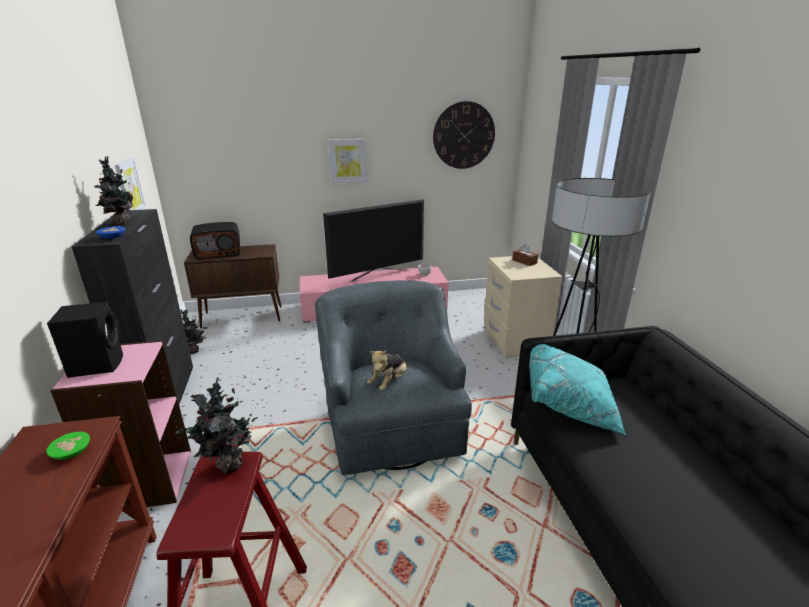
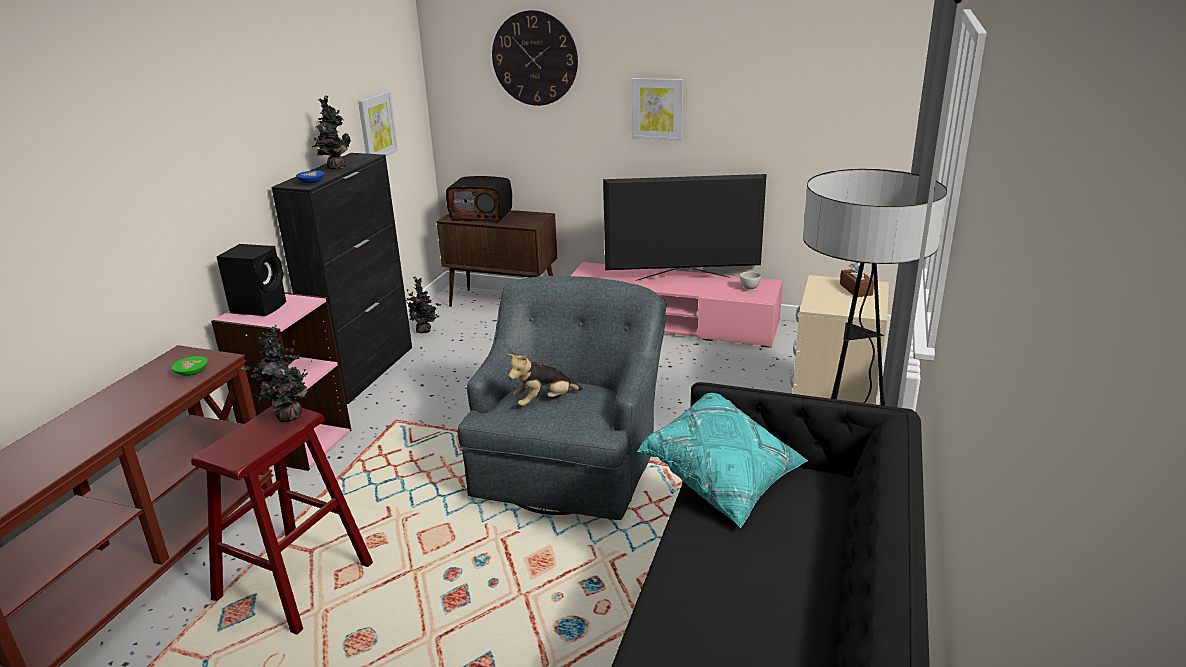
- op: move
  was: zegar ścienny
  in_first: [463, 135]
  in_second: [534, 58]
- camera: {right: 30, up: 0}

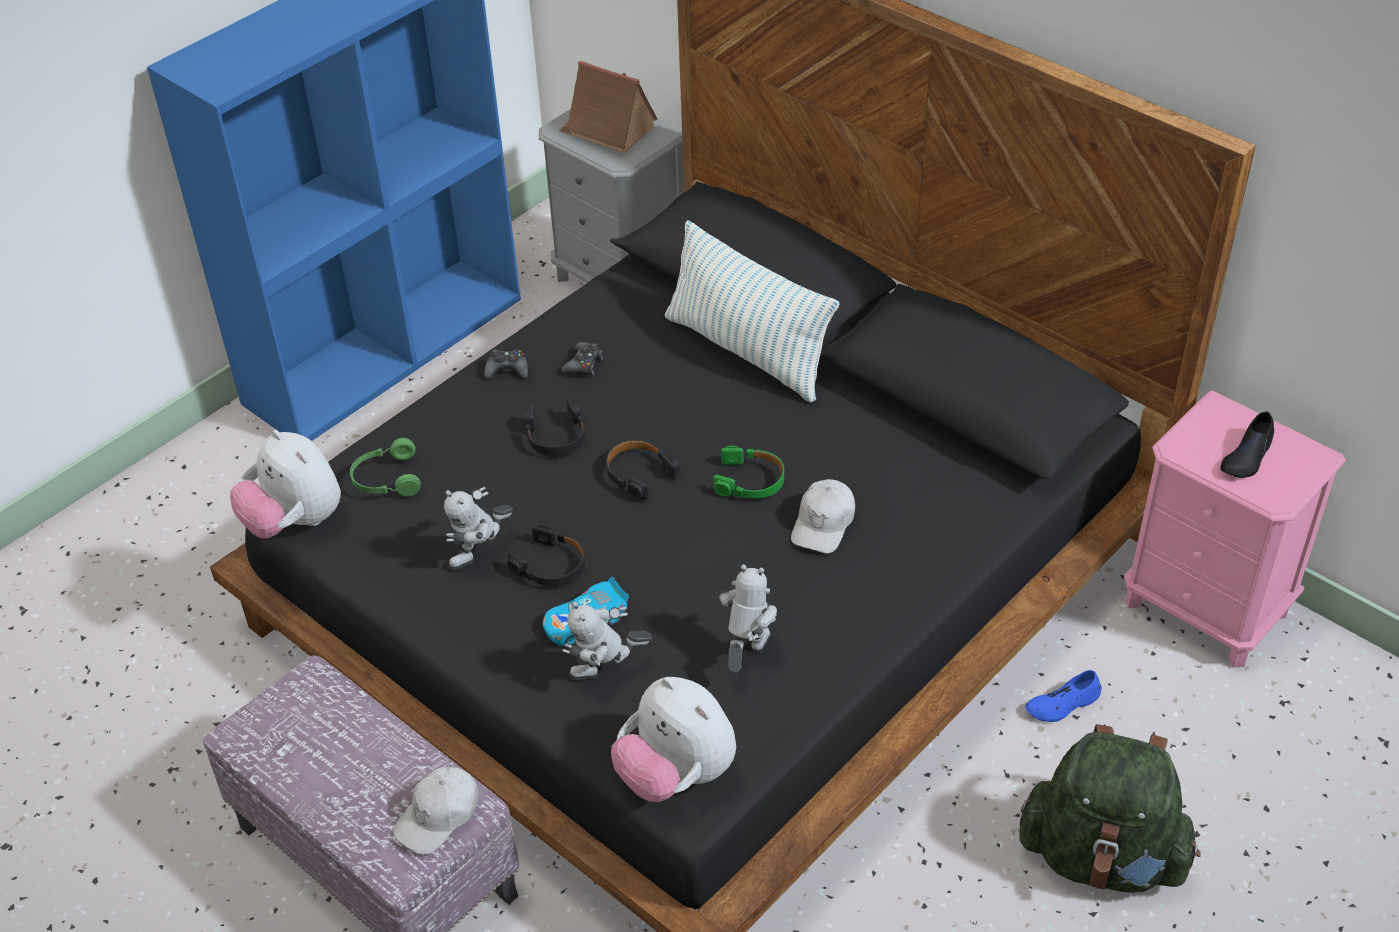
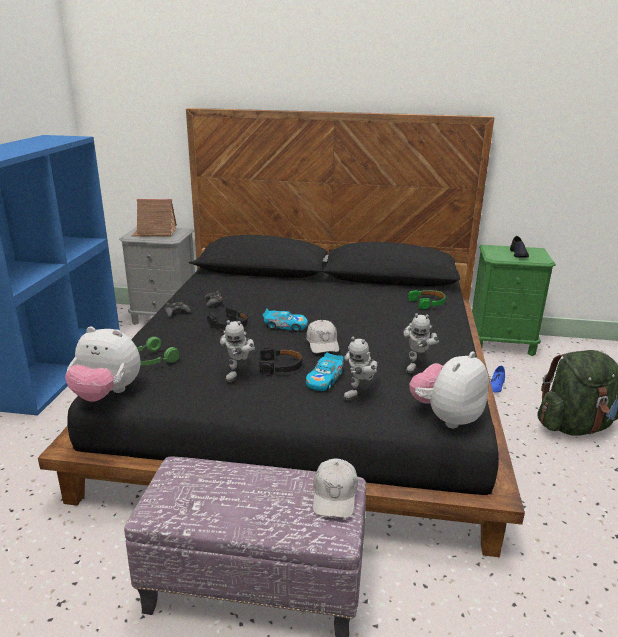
- op: replace
  was: słuchawki/czarny
  now: samochodzik
  in_first: [639, 473]
  in_second: [285, 326]
- op: move
  was: czapka z daszkiem/biały
  in_first: [823, 524]
  in_second: [322, 343]
- op: rotate
  was: robot zabawkowy
  in_first: [746, 656]
  in_second: [416, 366]
  clockwise: -150
- op: move
  was: słuchawki/zielony
  in_first: [750, 481]
  in_second: [427, 303]
- op: rotate
  was: pluszak
  in_first: [676, 775]
  in_second: [446, 417]
  clockwise: 120
- op: recolor
  was: szafka nocna/różowy
  now: szafka nocna/zielony
  in_first: [1206, 608]
  in_second: [502, 344]
- op: delete
  was: poduszka
  in_first: [747, 351]
- camera: {right: -35, up: -20}

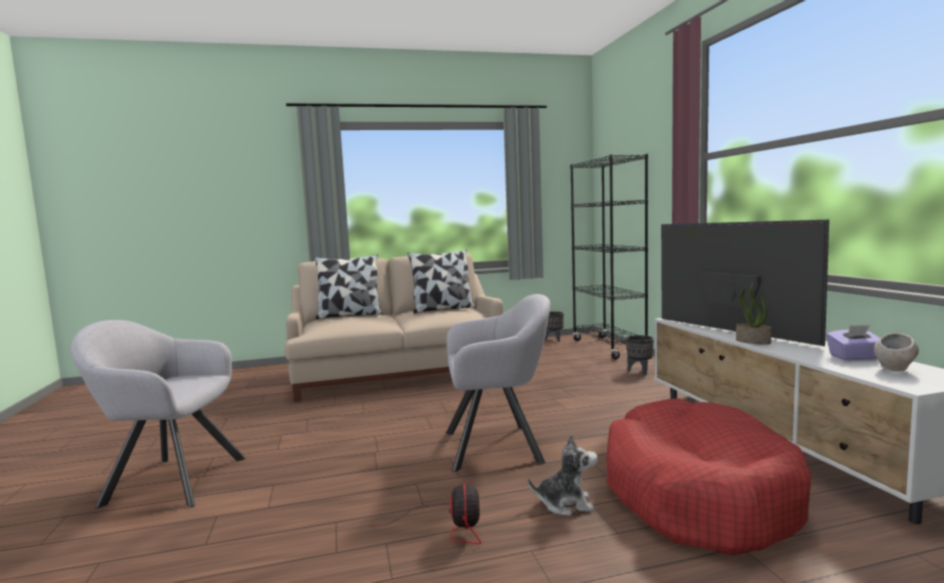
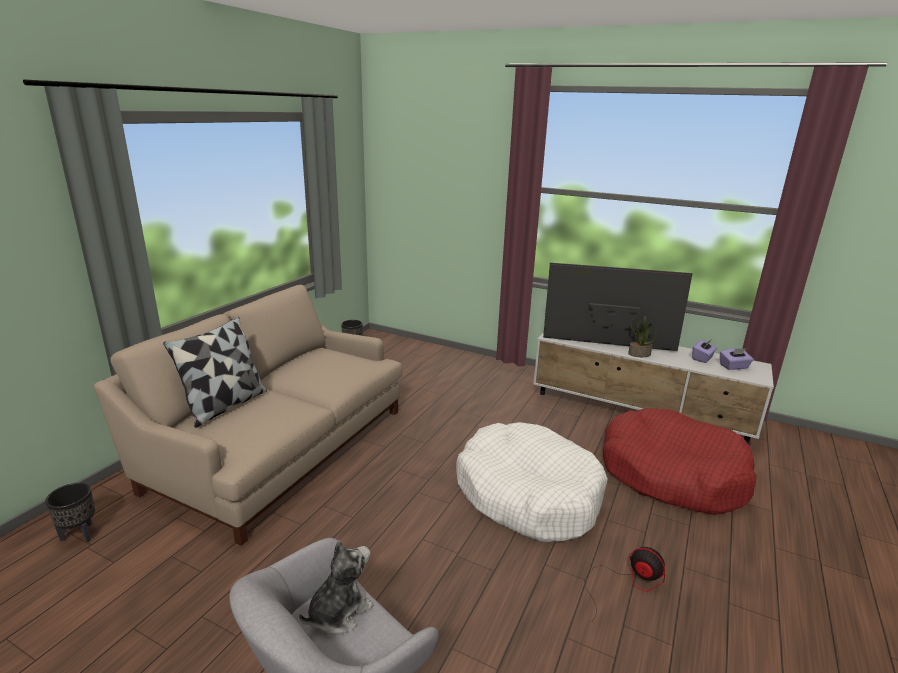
- op: move
  was: donica/czarny
  in_first: [639, 372]
  in_second: [79, 535]
- op: move
  was: pluszak
  in_first: [565, 504]
  in_second: [339, 612]
- op: replace
  was: fotel/szary
  now: legowisko/biały
  in_first: [499, 446]
  in_second: [527, 494]
- op: replace
  was: miska/szary
  now: pudełko chusteczek/fioletowy
  in_first: [894, 371]
  in_second: [734, 367]
- op: delete
  was: poduszka
  in_first: [442, 309]
- op: delete
  was: regał/czarny
  in_first: [608, 348]
- camera: {right: -50, up: 15}

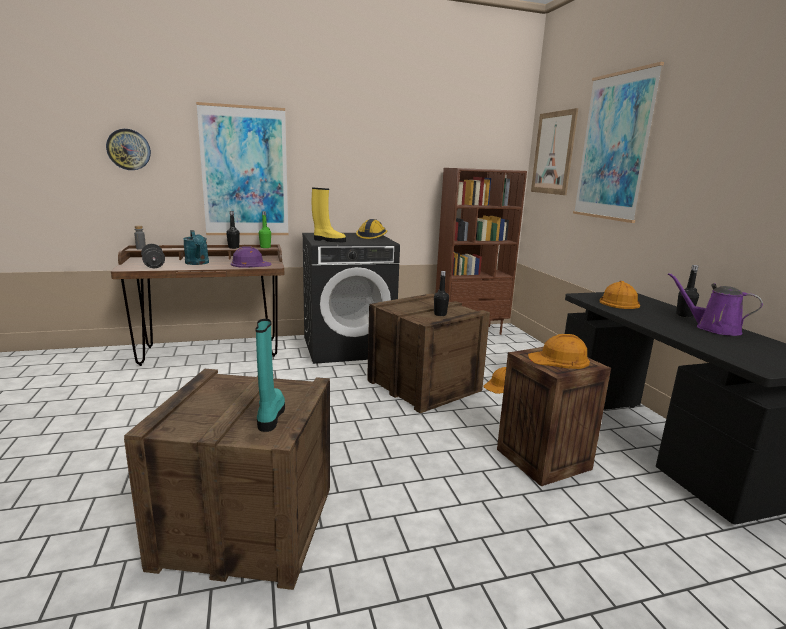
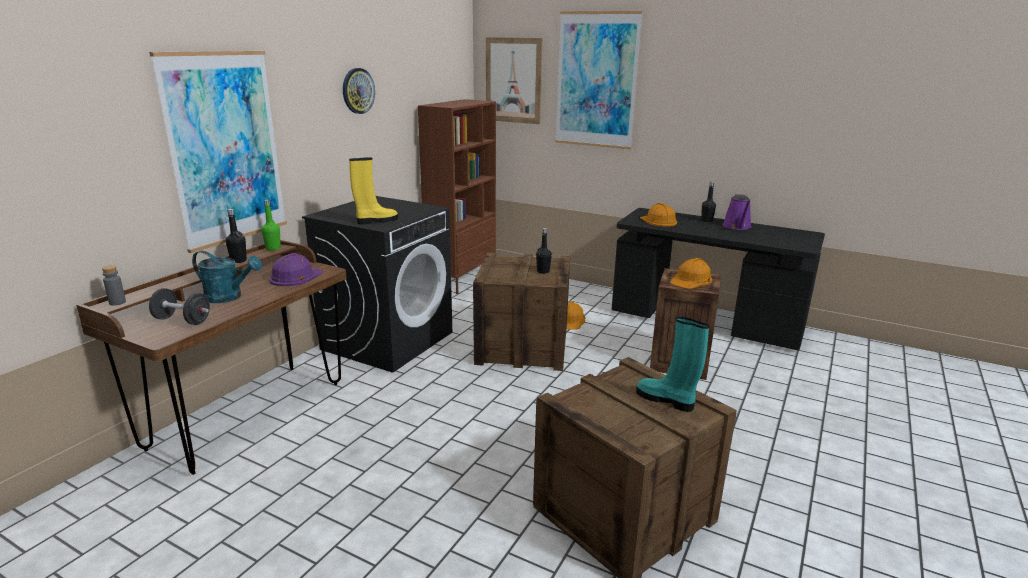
- op: move
  was: zegar ścienny
  in_first: [129, 149]
  in_second: [358, 91]
- op: rotate
  was: konewka/fioletowy
  in_first: [713, 328]
  in_second: [737, 227]
  clockwise: -75
- op: delete
  was: kask
  in_first: [372, 236]
- camera: {right: -45, up: 5}

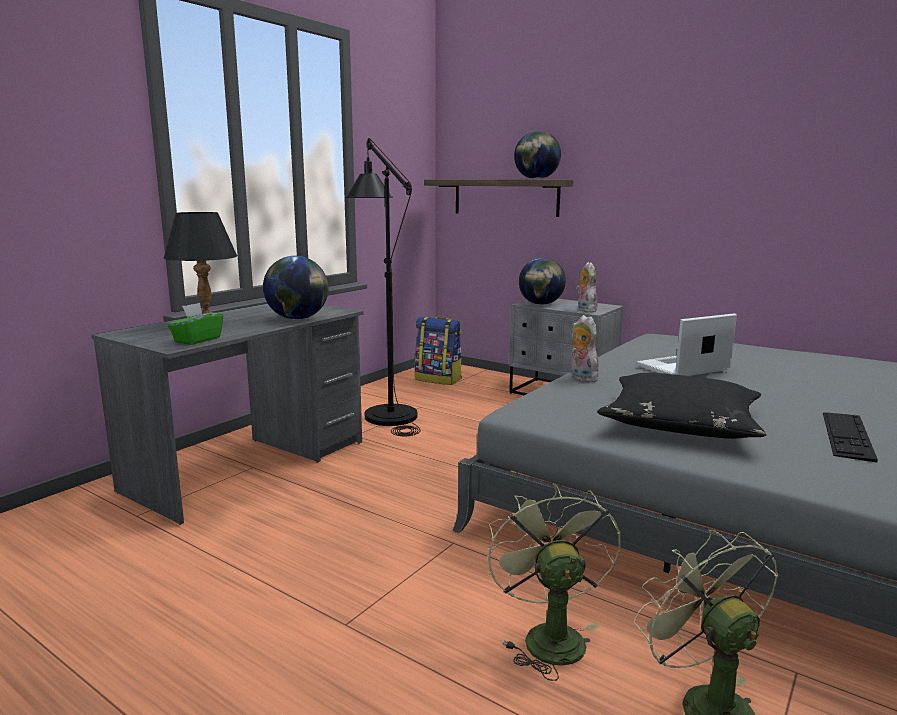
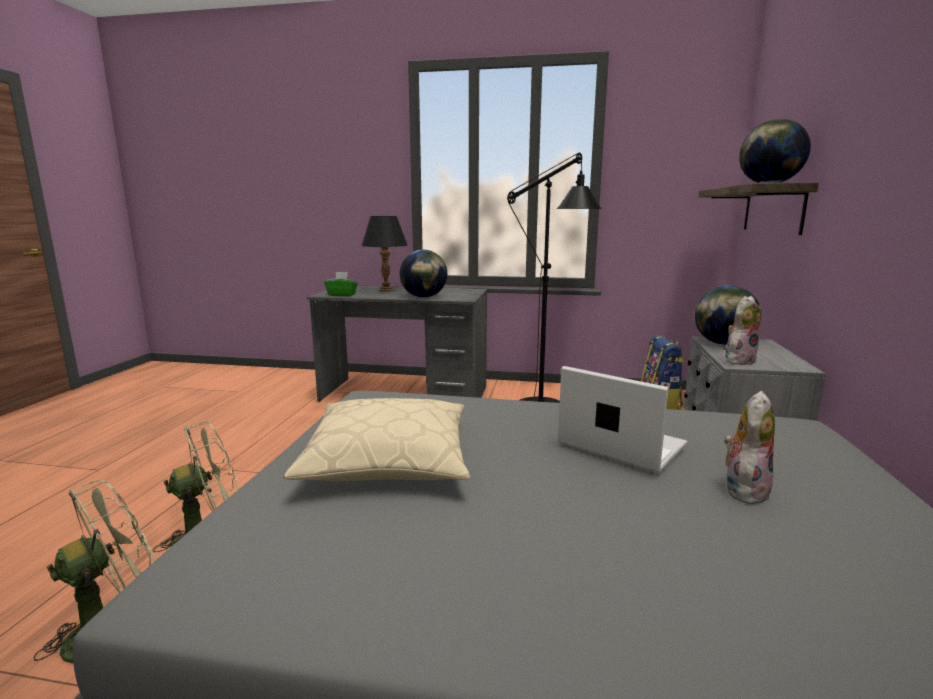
- op: recolor
  was: poduszka/czarny
  now: poduszka/beżowy
  in_first: [681, 423]
  in_second: [389, 459]
- op: move
  was: pluszak
  in_first: [581, 378]
  in_second: [743, 489]
- op: delete
  was: klawiatura
  in_first: [847, 435]
- camera: {right: 65, up: 0}

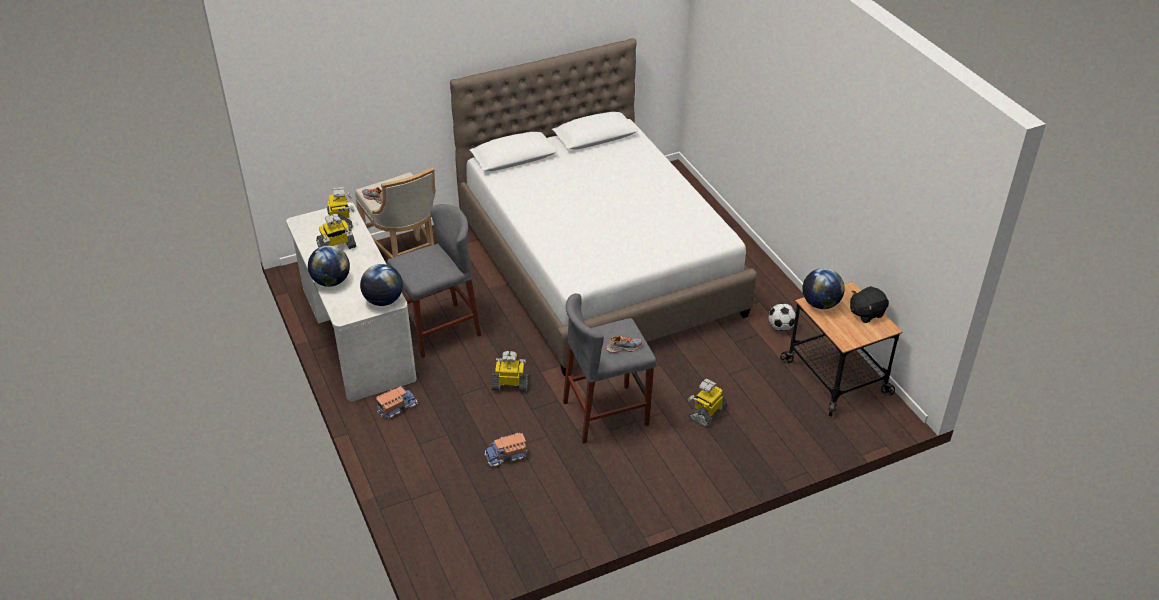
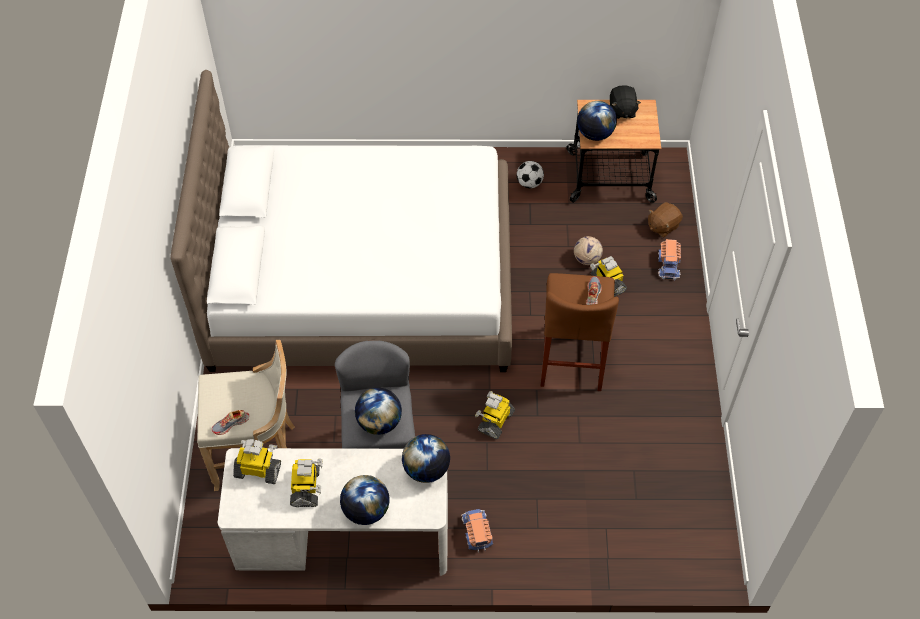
- op: insert
  now: globus
  in_second: [379, 422]
- op: recolor
  was: stołek/szary
  now: stołek/brązowy
  in_first: [606, 413]
  in_second: [572, 358]
- op: insert
  now: piłka futbolowa
  in_second: [586, 259]
- op: insert
  now: pluszak/brązowy
  in_second: [662, 226]
- op: move
  was: ciężarówka zabawkowa
  in_first: [506, 456]
  in_second: [669, 265]
- camera: {right: -65, up: 15}

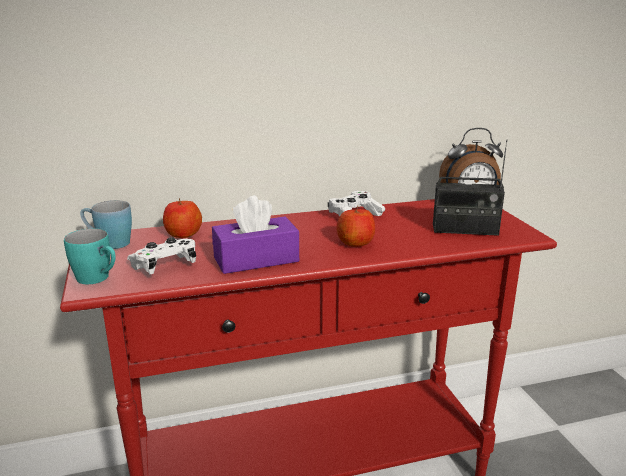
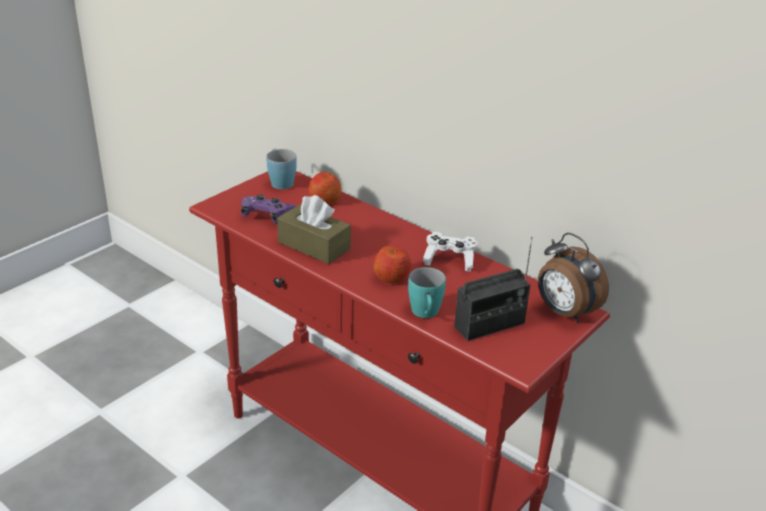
- op: recolor
  was: pad do gier/biały
  now: pad do gier/fioletowy
  in_first: [164, 266]
  in_second: [267, 216]
- op: recolor
  was: pudełko chusteczek/fioletowy
  now: pudełko chusteczek/brązowy
  in_first: [256, 259]
  in_second: [314, 246]
- op: move
  was: kubek/turkusowy
  in_first: [98, 279]
  in_second: [425, 314]
- op: rotate
  was: radio
  in_first: [465, 229]
  in_second: [489, 325]
  clockwise: -90
- camera: {right: 55, up: 10}

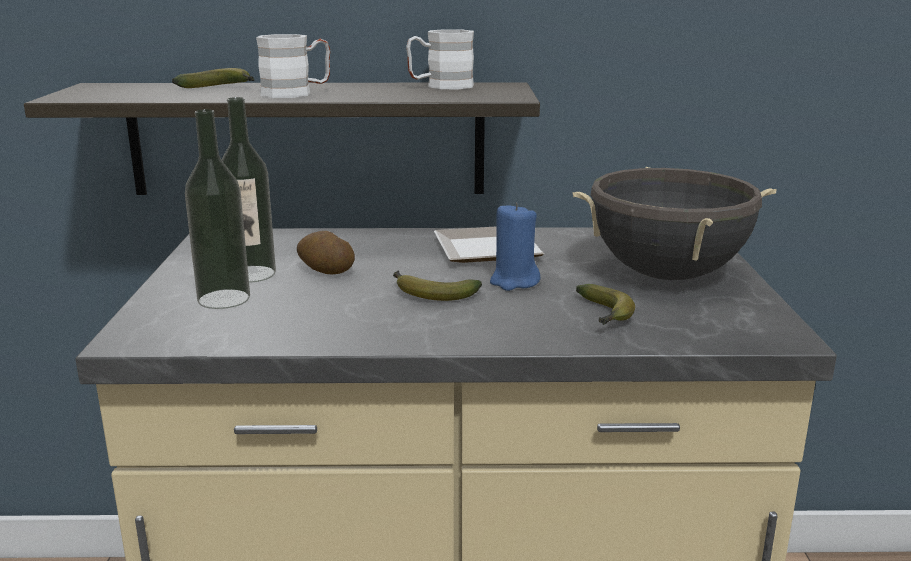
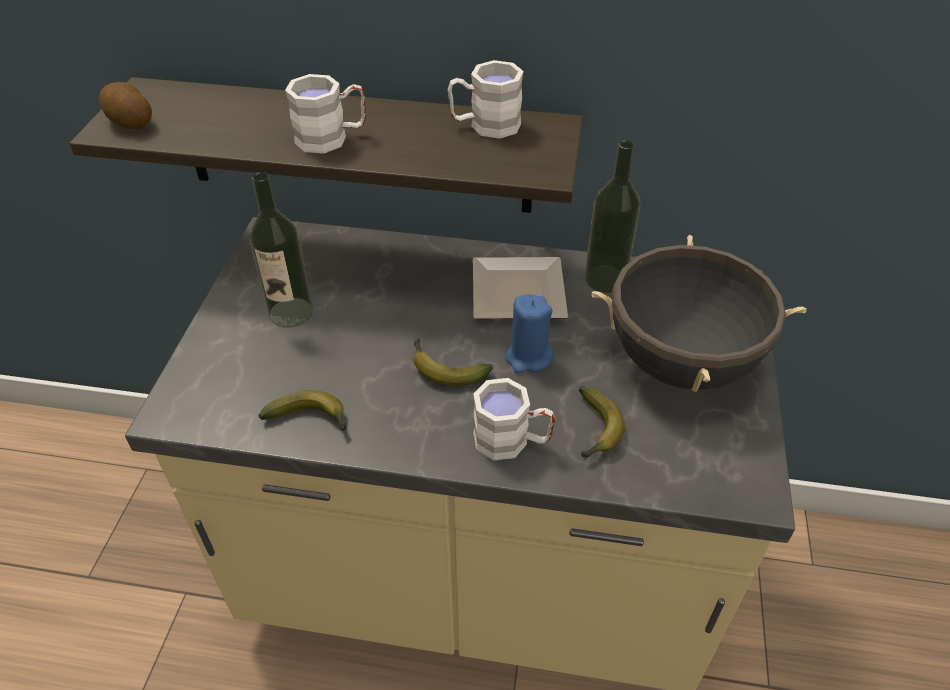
- op: move
  was: ziemniak
  in_first: [325, 271]
  in_second: [130, 122]
- op: move
  was: banan
  in_first: [220, 88]
  in_second: [311, 419]
- op: insert
  now: kubek/biały
  in_second: [512, 441]
- op: move
  was: butelka
  in_first: [223, 299]
  in_second: [605, 279]
- camera: {right: 10, up: 25}

